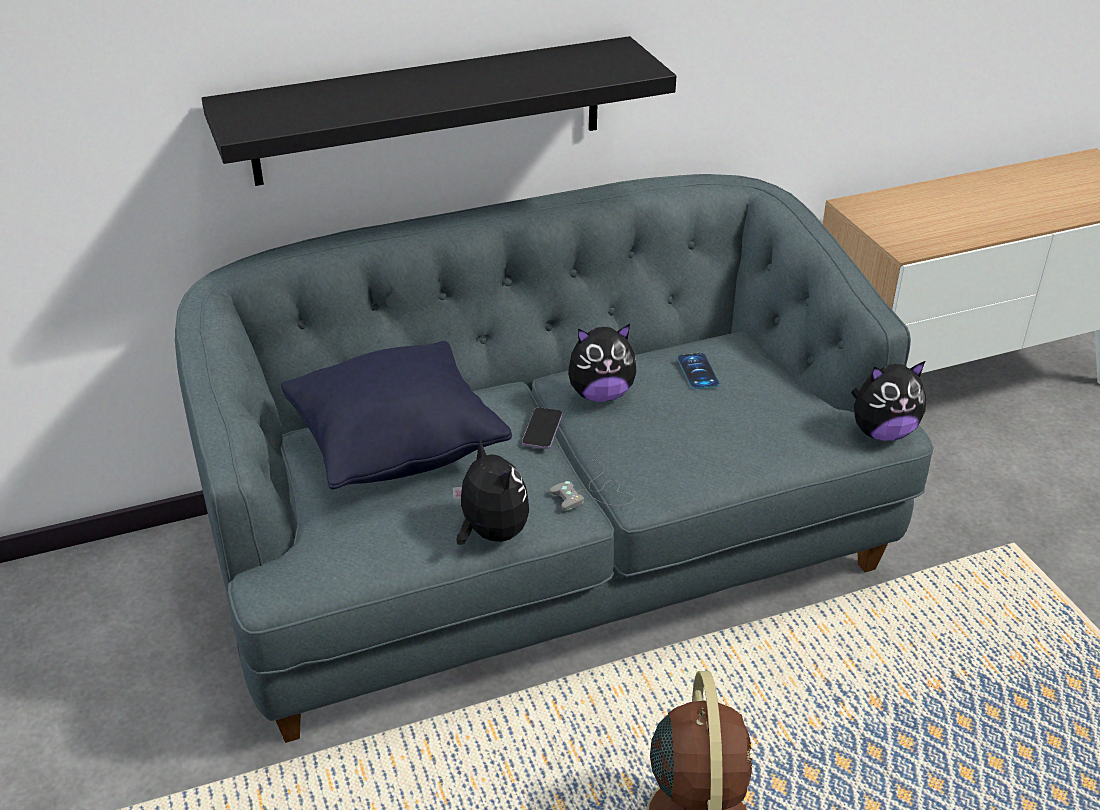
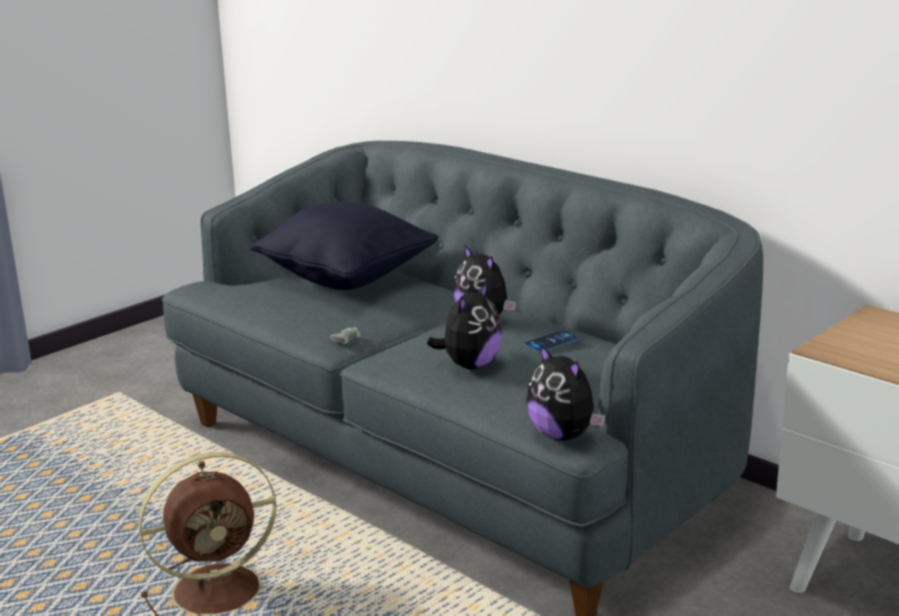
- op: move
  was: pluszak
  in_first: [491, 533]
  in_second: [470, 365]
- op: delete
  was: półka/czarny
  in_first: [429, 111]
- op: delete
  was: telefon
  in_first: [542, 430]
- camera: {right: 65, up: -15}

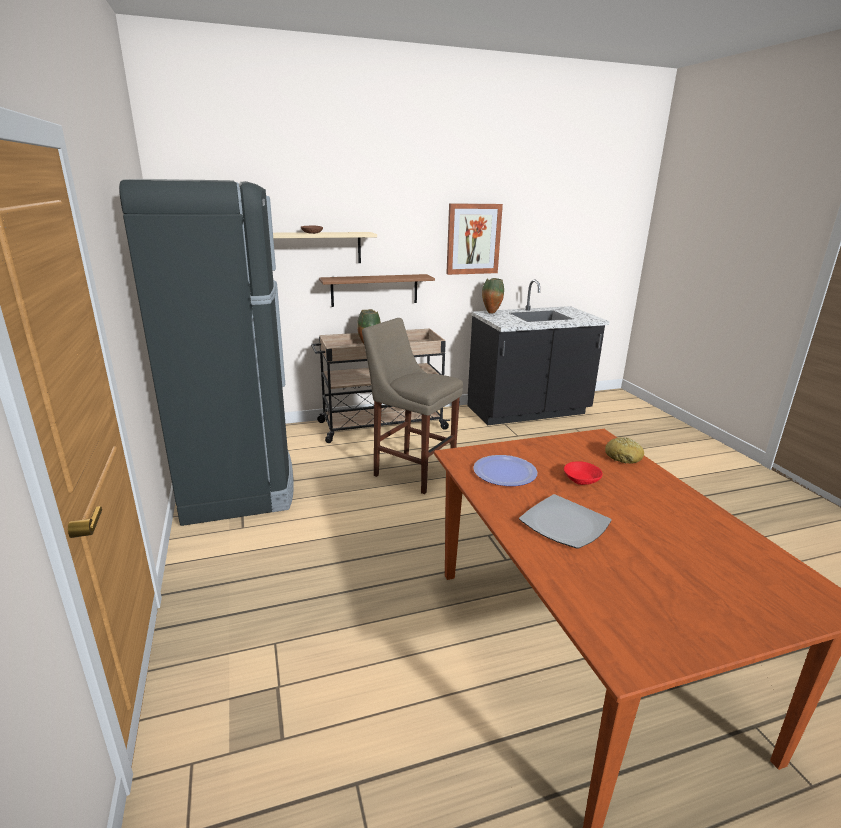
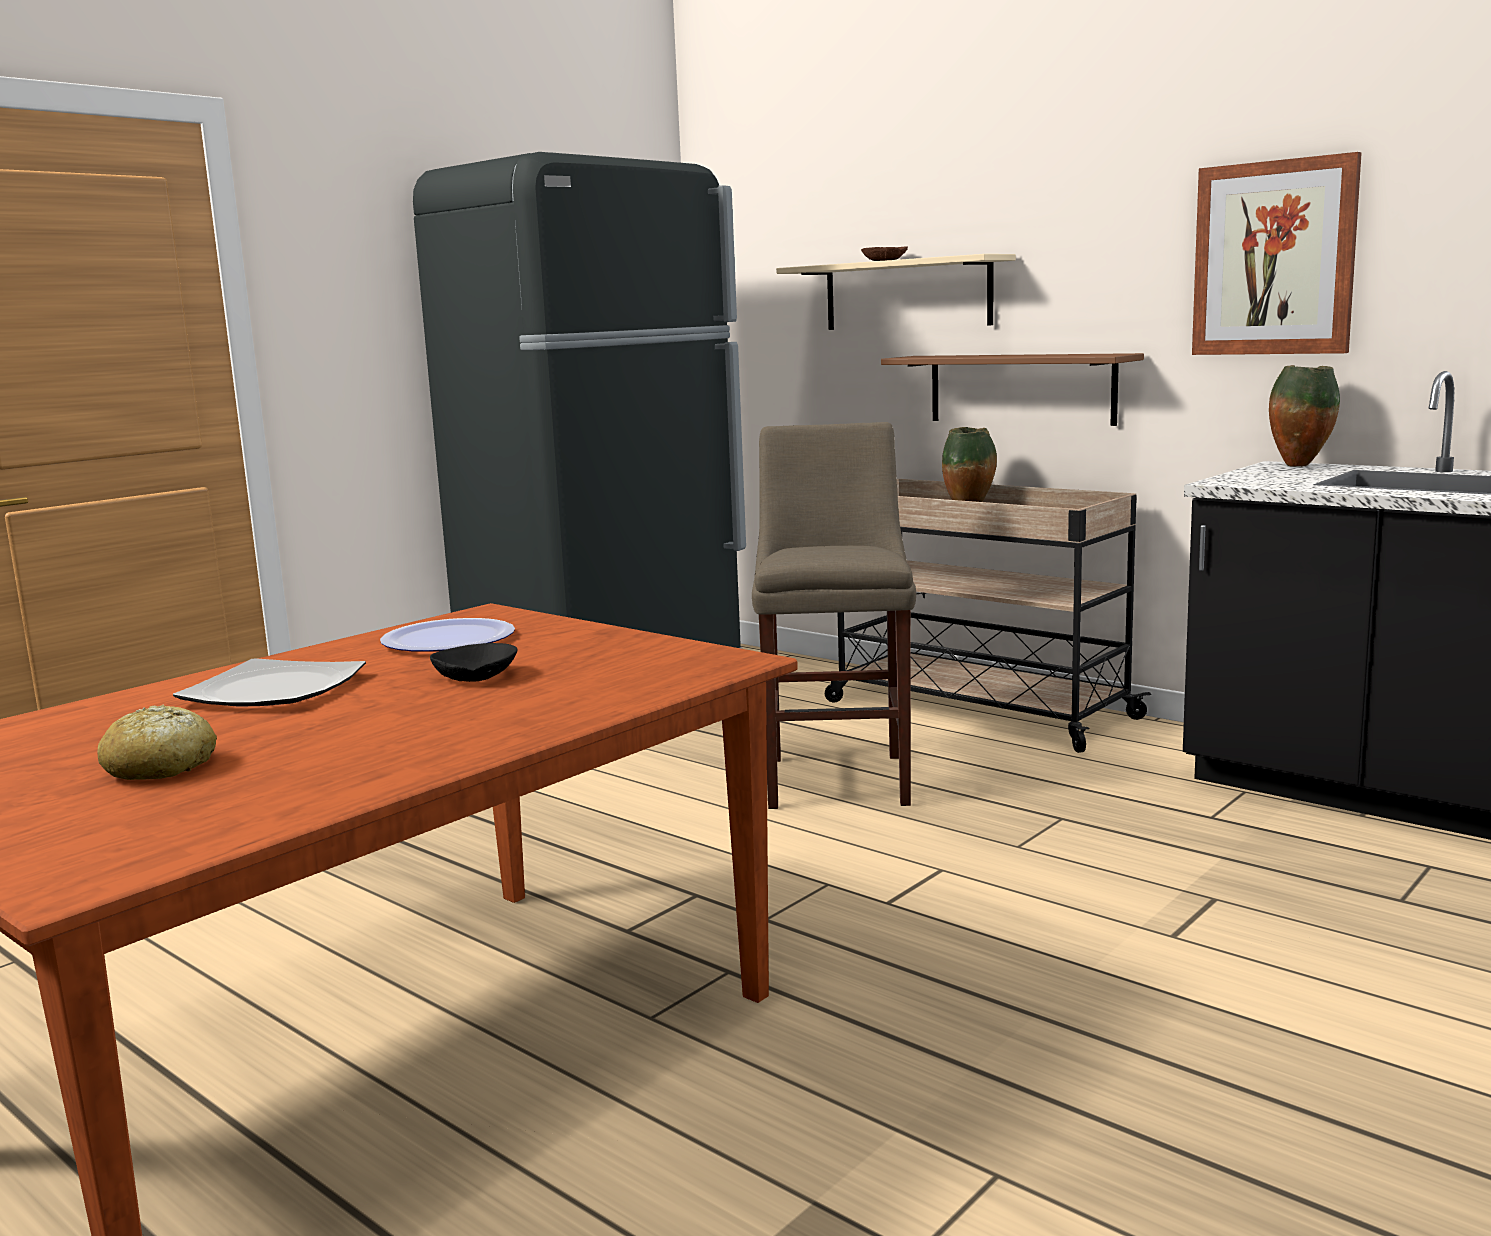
- op: move
  was: chleb
  in_first: [623, 457]
  in_second: [160, 767]
- op: recolor
  was: miska/czerwony
  now: miska/czarny
  in_first: [581, 479]
  in_second: [476, 676]
- camera: {right: 60, up: -10}

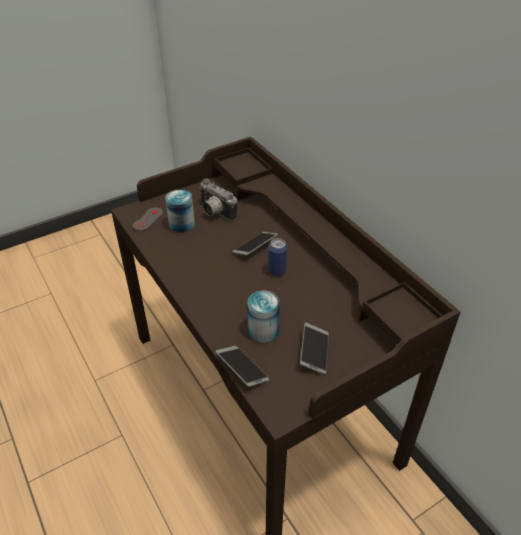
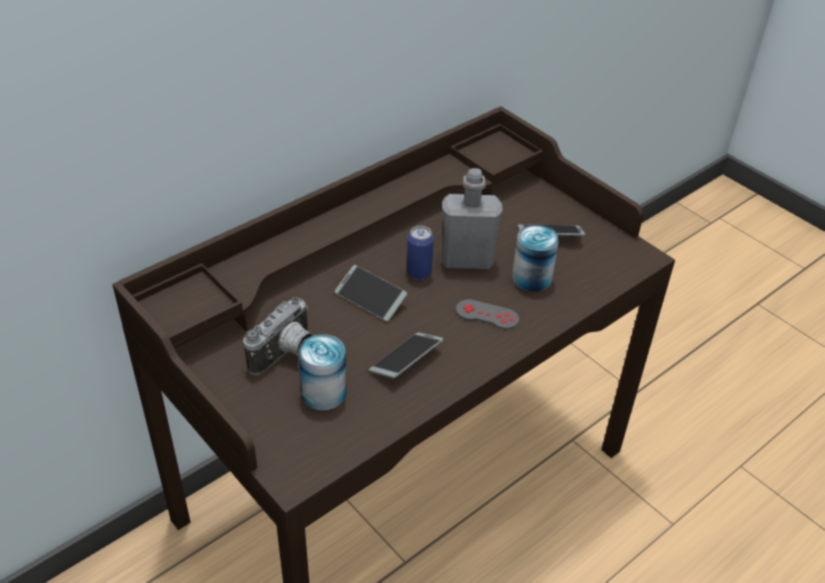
- op: move
  was: telefon
  in_first: [242, 369]
  in_second: [406, 360]
- op: insert
  now: butelka/szary
  in_second: [467, 260]
- op: move
  was: pad do gier/szary
  in_first: [148, 219]
  in_second: [487, 314]
- camera: {right: -100, up: 0}

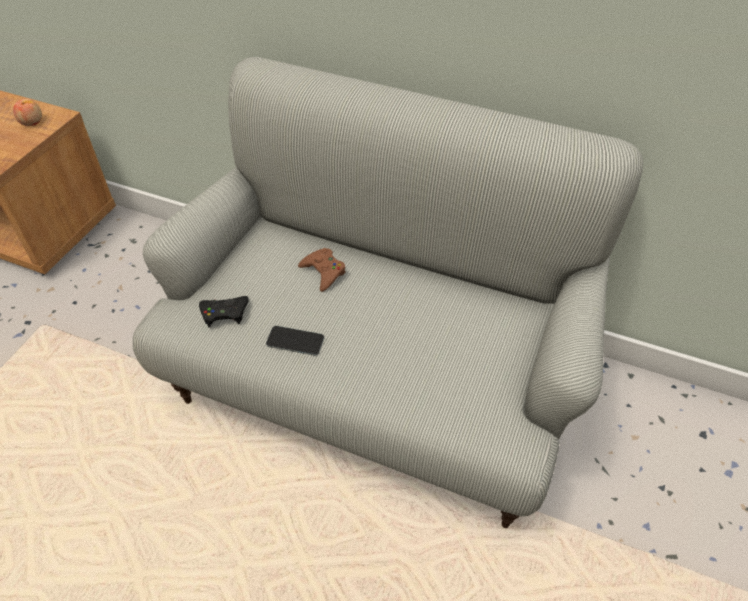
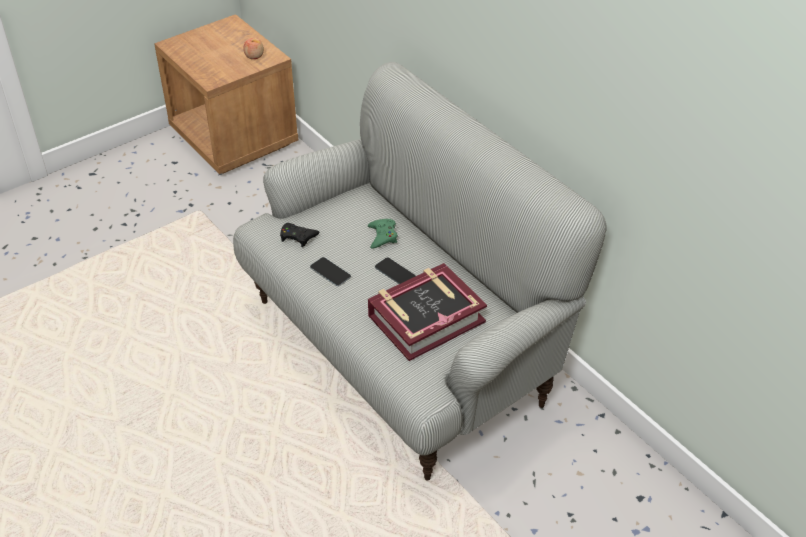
- op: recolor
  was: pad do gier/brązowy
  now: pad do gier/zielony
  in_first: [323, 272]
  in_second: [382, 236]
- op: insert
  now: książka
  in_second: [426, 318]
- op: insert
  now: telefon
  in_second: [395, 272]
- camera: {right: 30, up: -5}

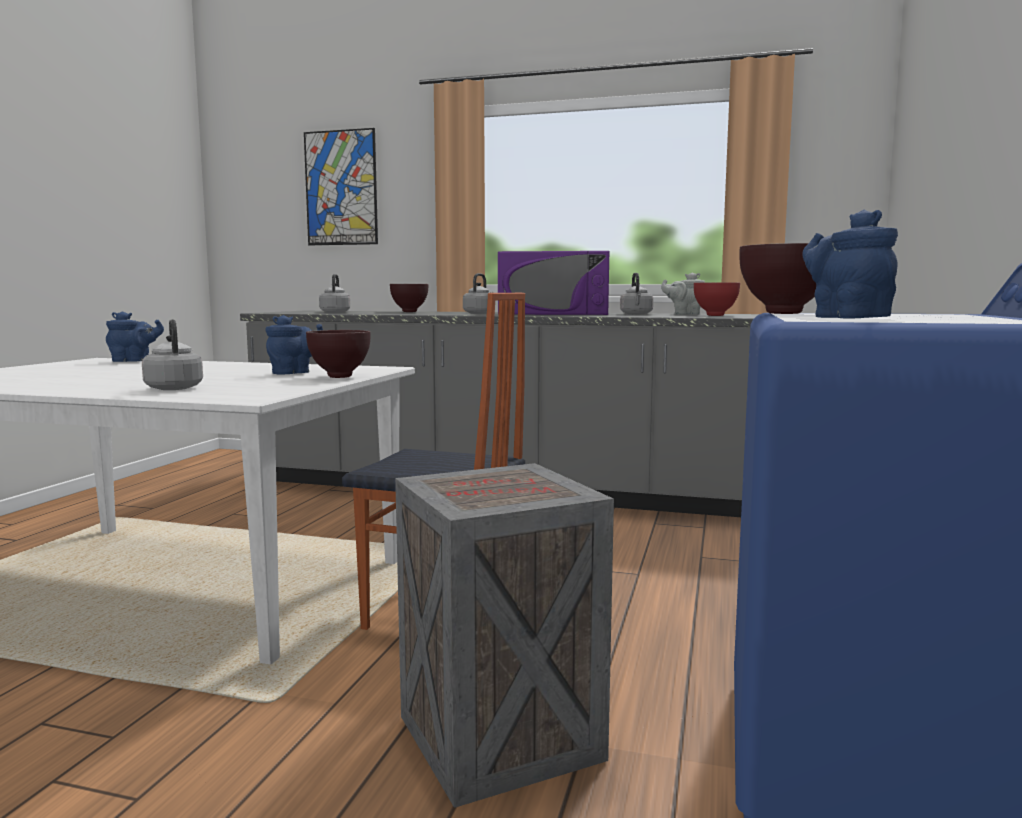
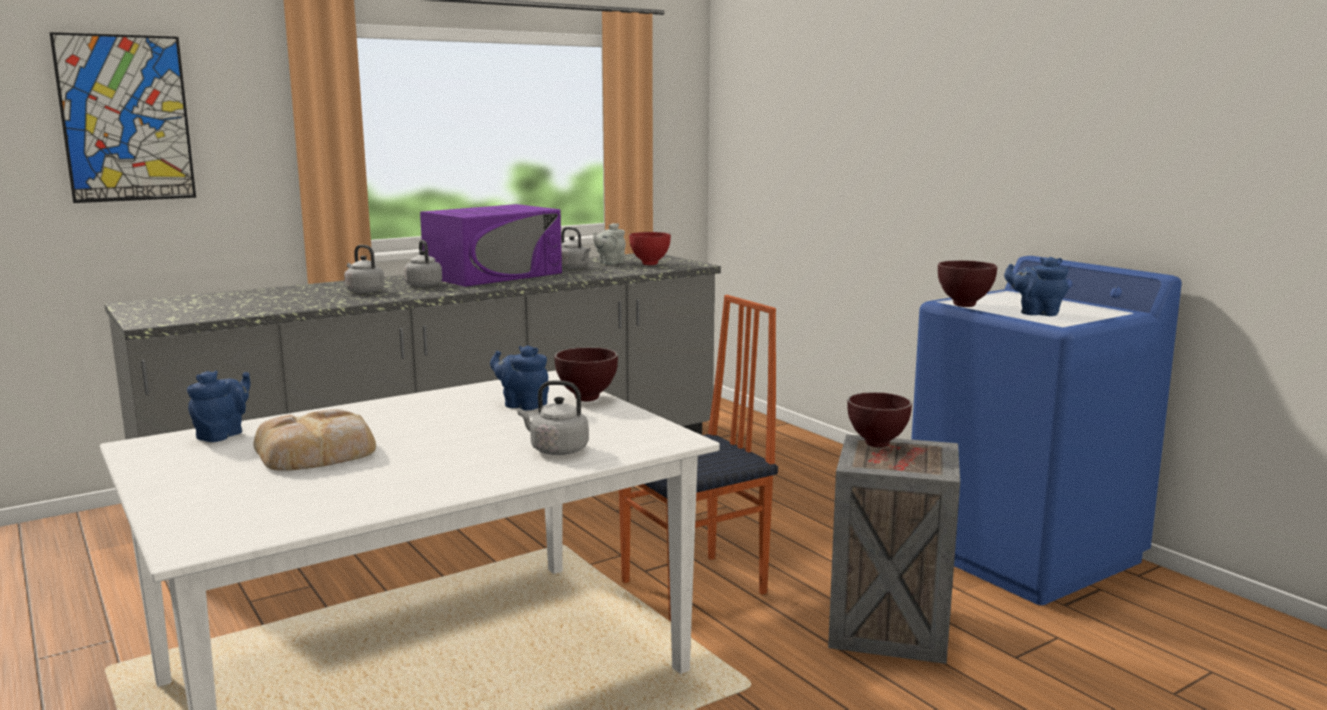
- op: insert
  now: chleb
  in_second: [318, 452]
- op: move
  was: czajnik/szary
  in_first: [335, 312]
  in_second: [364, 291]
- op: rotate
  was: imbryk/niebieski
  in_first: [294, 373]
  in_second: [522, 405]
  clockwise: -60
- op: move
  was: miska/brązowy
  in_first: [408, 312]
  in_second: [876, 445]
- camera: {right: -50, up: 5}

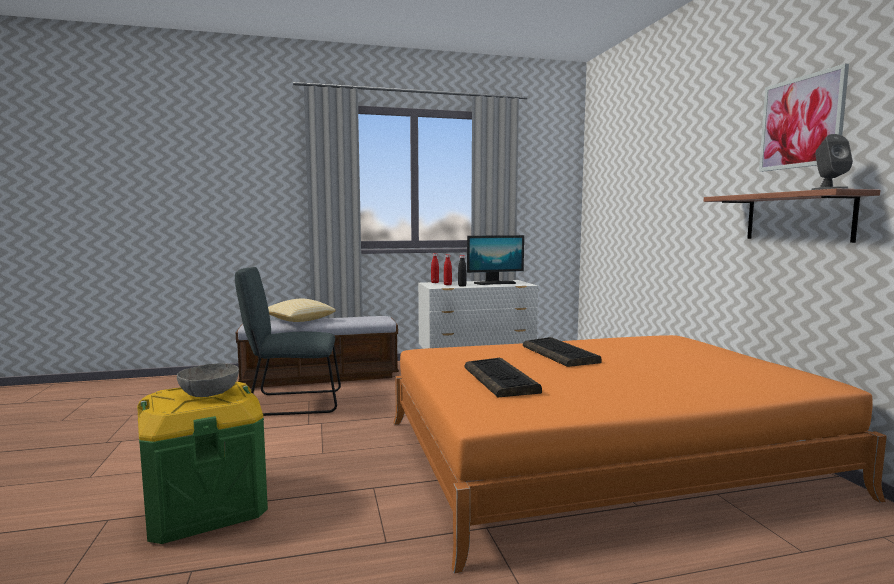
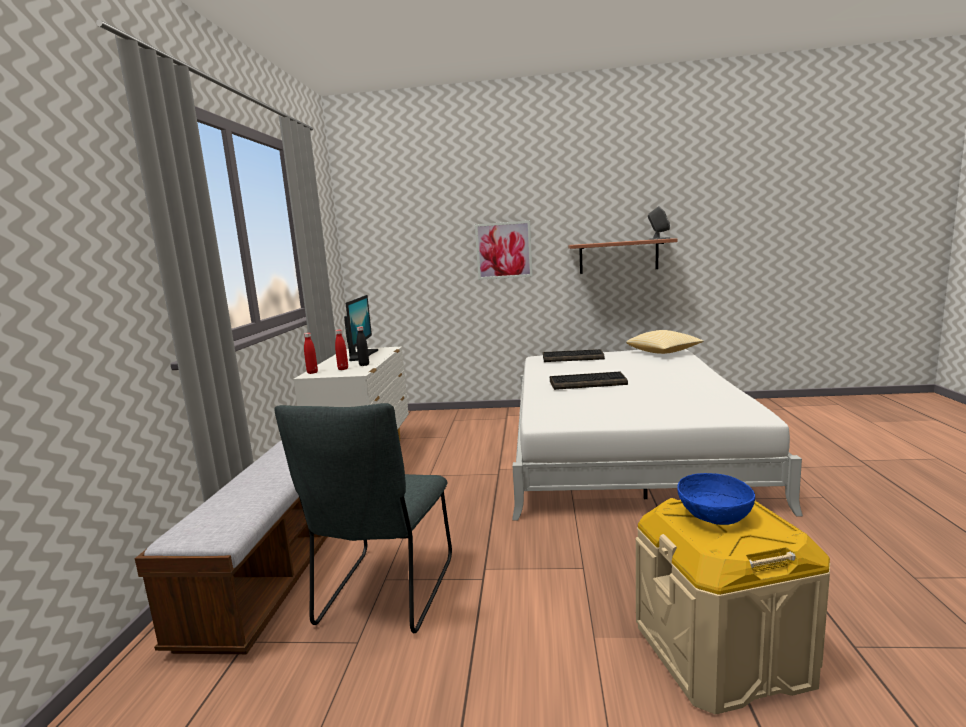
- op: move
  was: obraz
  in_first: [801, 122]
  in_second: [503, 250]
- op: recolor
  was: łóżko/pomarańczowy
  now: łóżko/biały
  in_first: [598, 456]
  in_second: [622, 447]
- op: move
  was: klawiatura
  in_first: [501, 380]
  in_second: [573, 357]
- op: move
  was: poduszka
  in_first: [298, 321]
  in_second: [663, 352]
- op: recolor
  was: pojemnik do przechowywania/zielony
  now: pojemnik do przechowywania/beżowy
  in_first: [205, 506]
  in_second: [722, 653]
- op: recolor
  was: miska/szary
  now: miska/niebieski
  in_first: [209, 392]
  in_second: [714, 515]
- camera: {right: -70, up: 5}

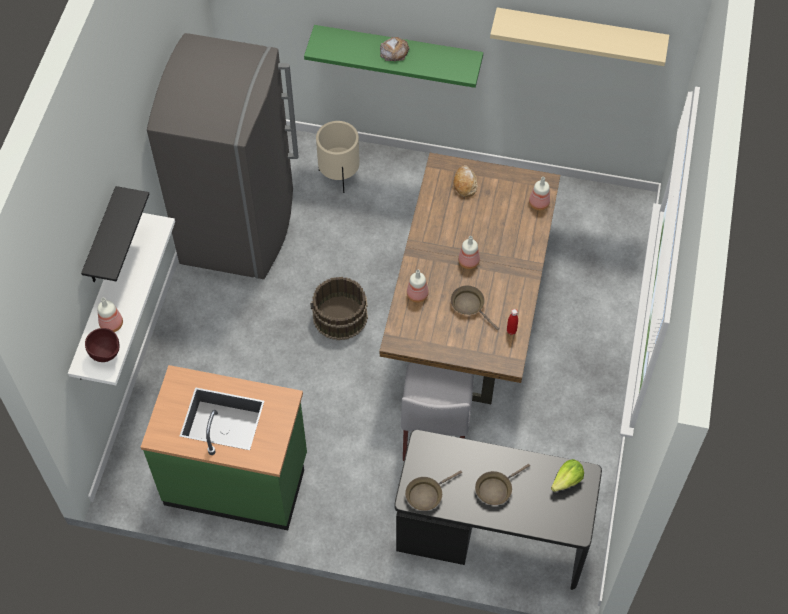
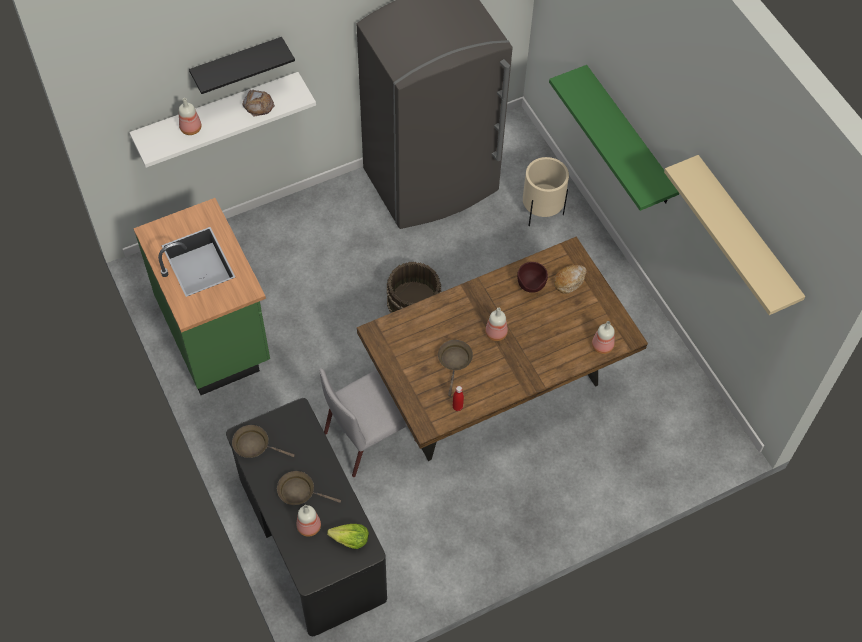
- op: move
  was: chleb
  in_first: [394, 51]
  in_second: [258, 105]
- op: move
  was: butelka
  in_first: [417, 294]
  in_second: [309, 526]
- op: move
  was: miska/brązowy
  in_first: [107, 355]
  in_second: [530, 287]
- camera: {right: 50, up: 0}

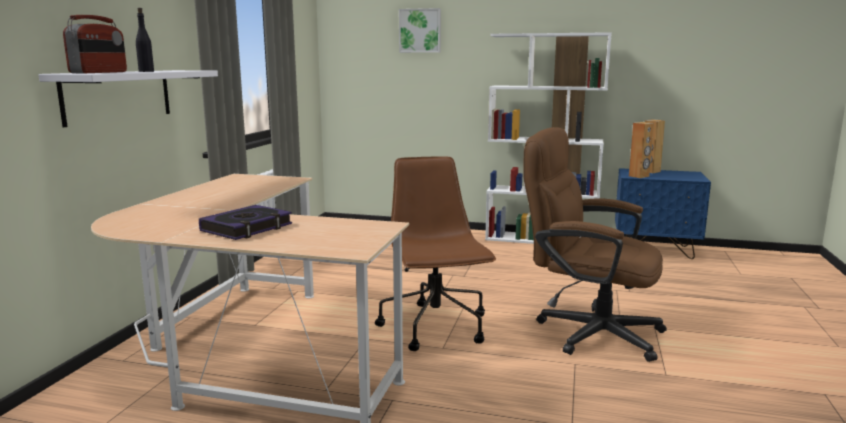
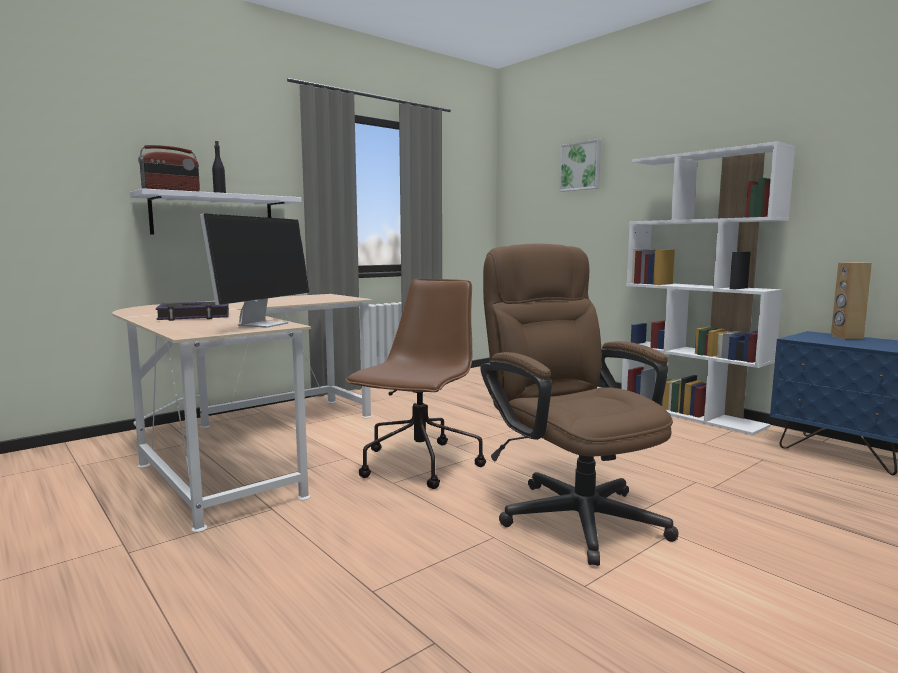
- op: insert
  now: monitor
  in_second: [263, 324]
- op: delete
  was: głośnik/brązowy
  in_first: [639, 176]
- camera: {right: 35, up: -5}

